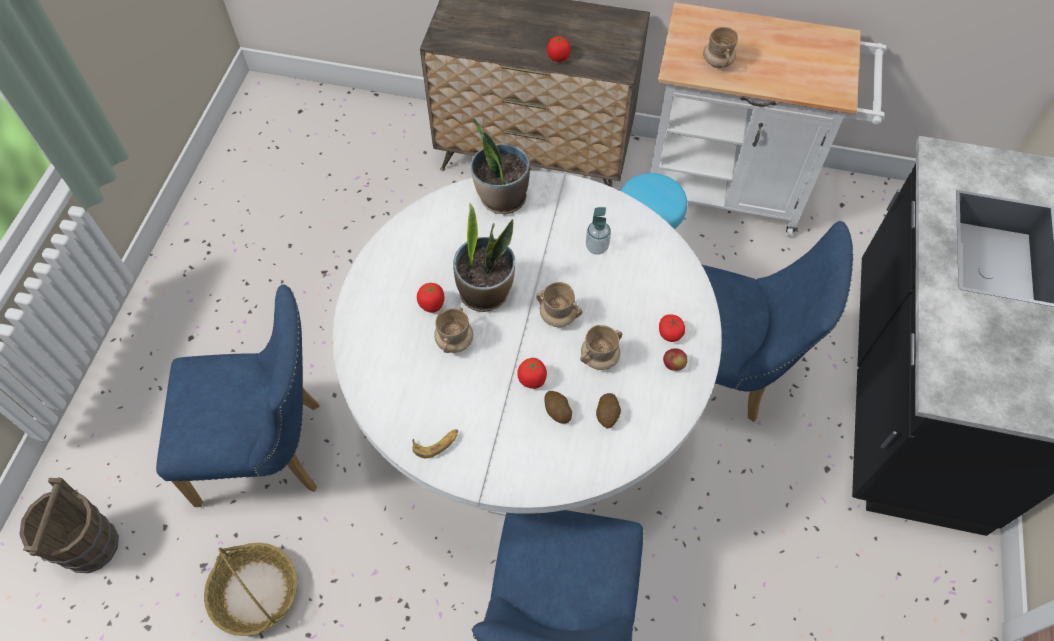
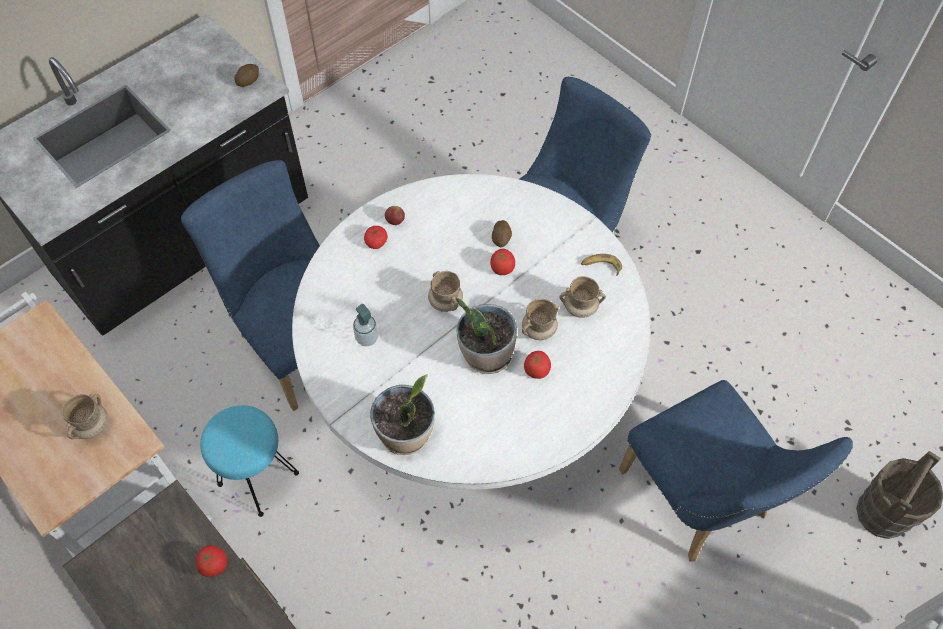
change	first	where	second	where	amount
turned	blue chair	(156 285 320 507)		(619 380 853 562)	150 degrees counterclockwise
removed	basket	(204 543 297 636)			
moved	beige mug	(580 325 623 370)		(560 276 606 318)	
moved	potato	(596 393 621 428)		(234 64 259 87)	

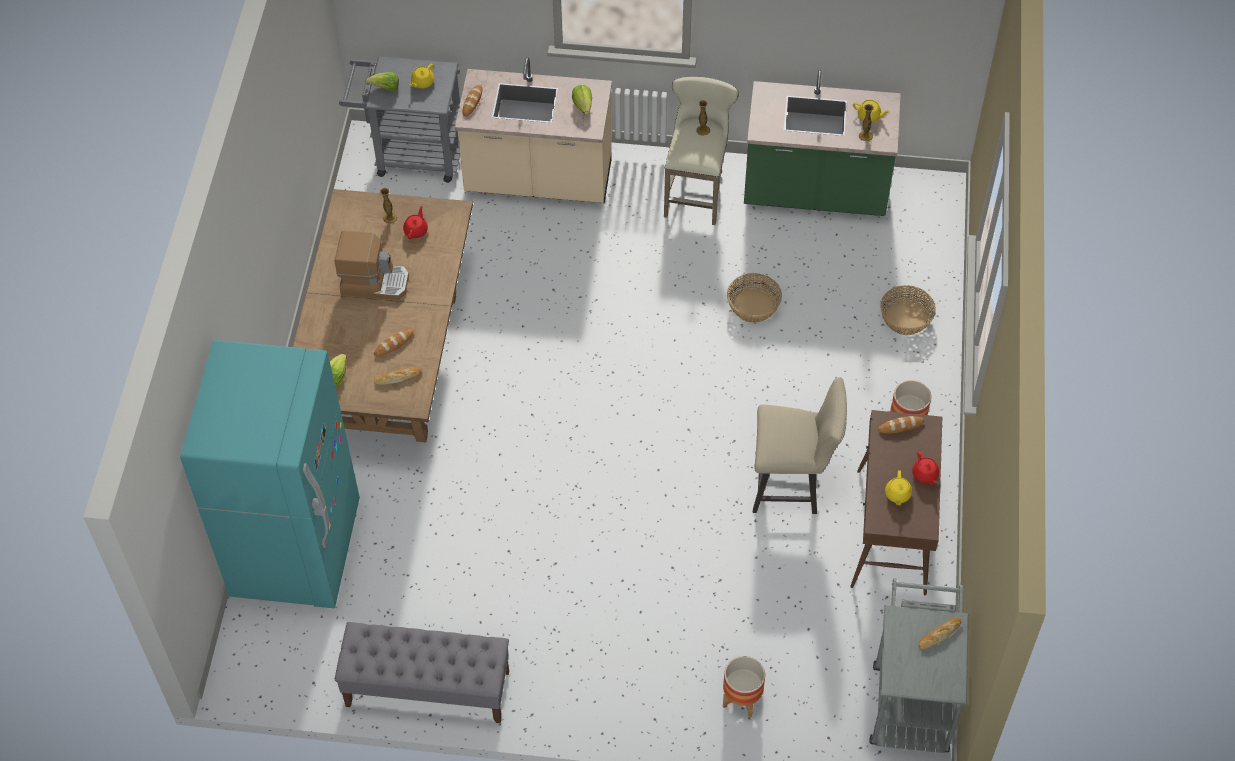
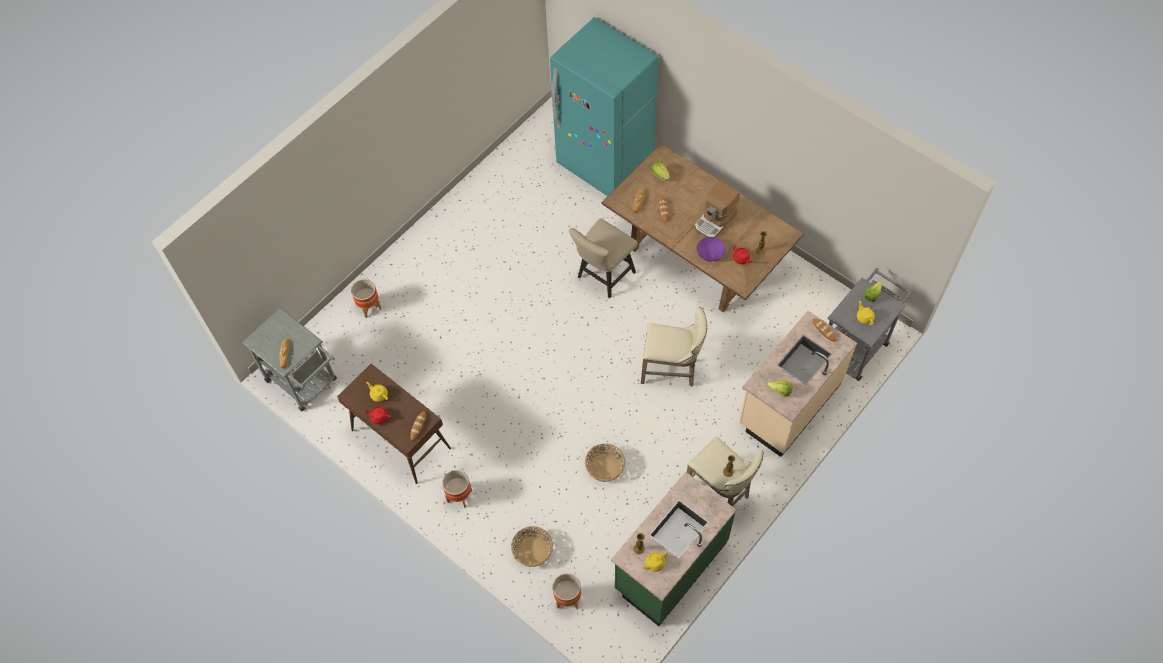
change	first	where	second	where	amount
removed	grey bench	(335 622 509 723)			
moved	beige chair	(753 377 847 514)		(569 219 637 298)	
added			planter	(553 573 581 609)	
added			beige stool	(641 307 707 387)	
added			purple bowl	(697 237 726 262)	

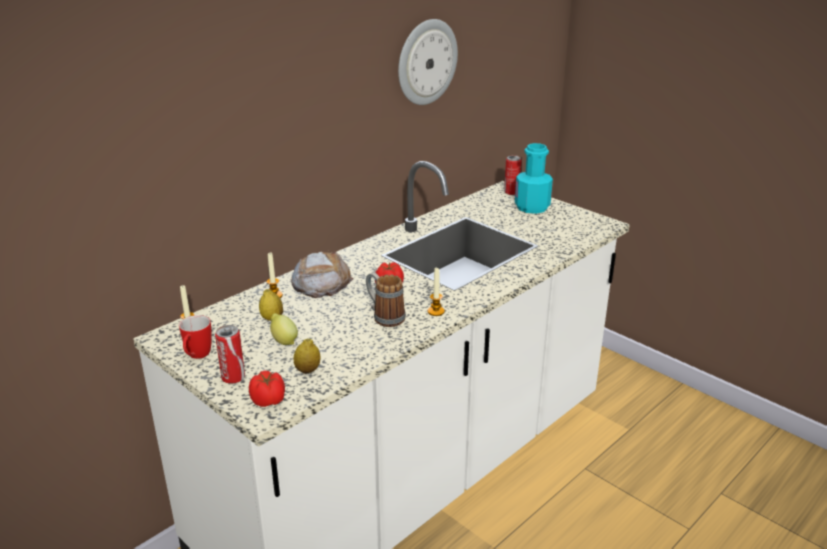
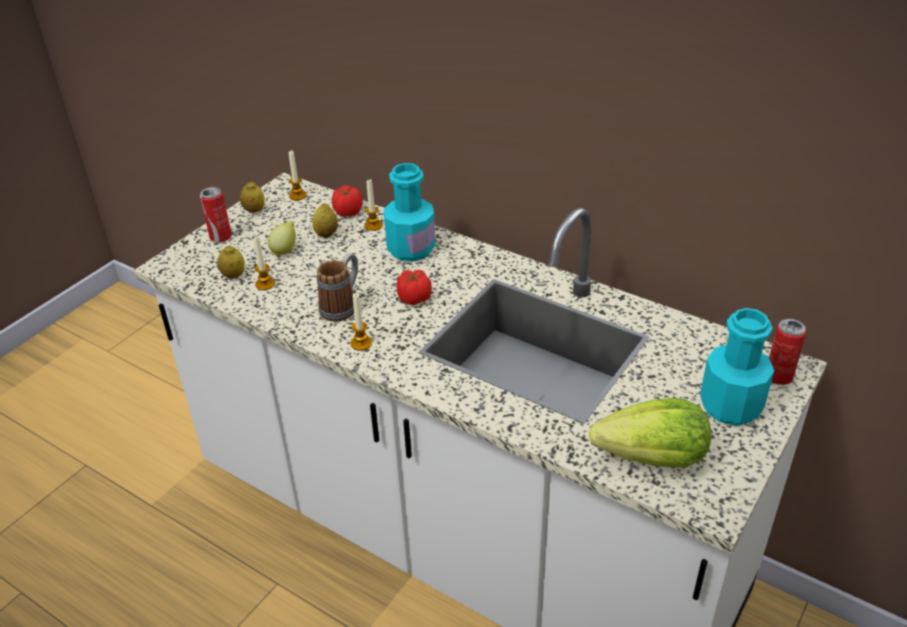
change	first	where	second	where	amount
replaced	mug	(179 315 212 359)	lemon	(240 182 265 213)	
moved	tomato	(249 371 285 407)		(332 185 363 217)	
replaced	bread	(291 250 353 298)	turquoise bottle	(383 163 436 261)	
removed	wall clock	(398 19 458 105)			
added			candle	(253 236 275 290)	
added			lettuce	(589 398 711 468)	

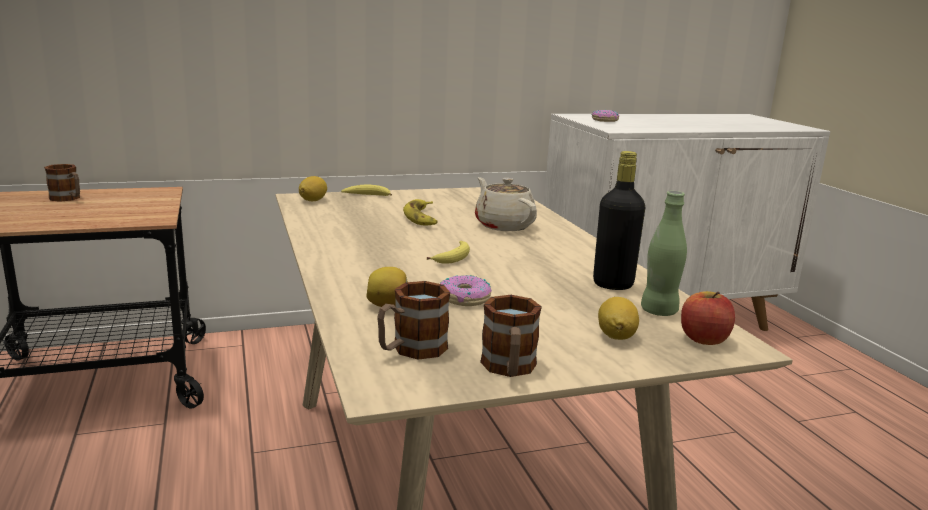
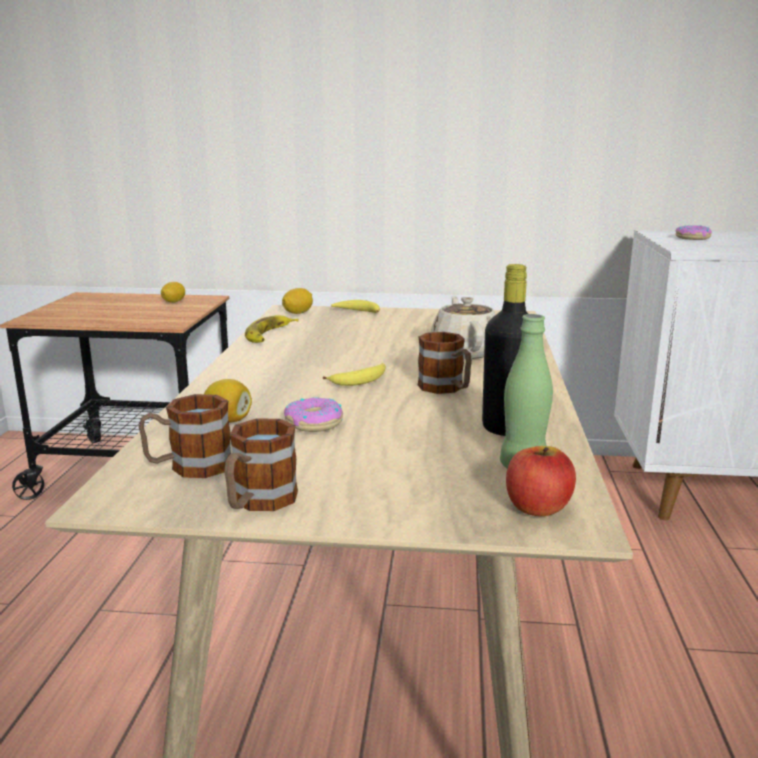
change	first	where	second	where	amount
moved	mug	(44 164 80 202)		(418 332 472 394)	
moved	banana	(403 199 438 225)		(245 315 299 343)	
moved	lemon	(598 297 639 340)		(161 282 185 303)	

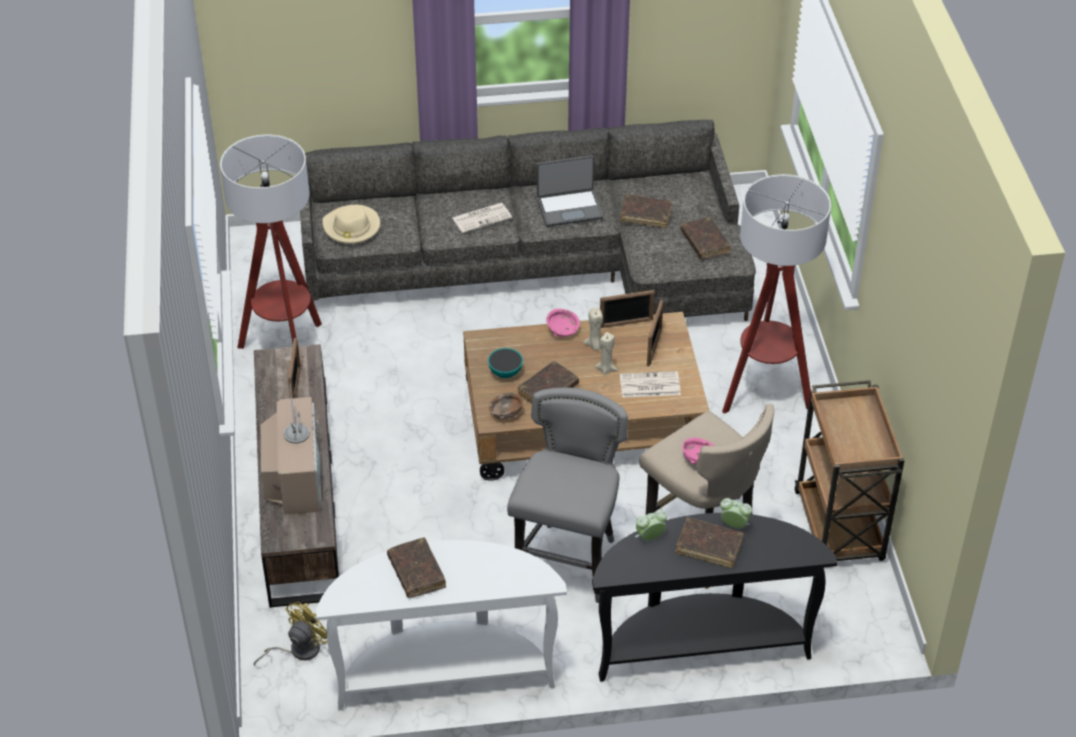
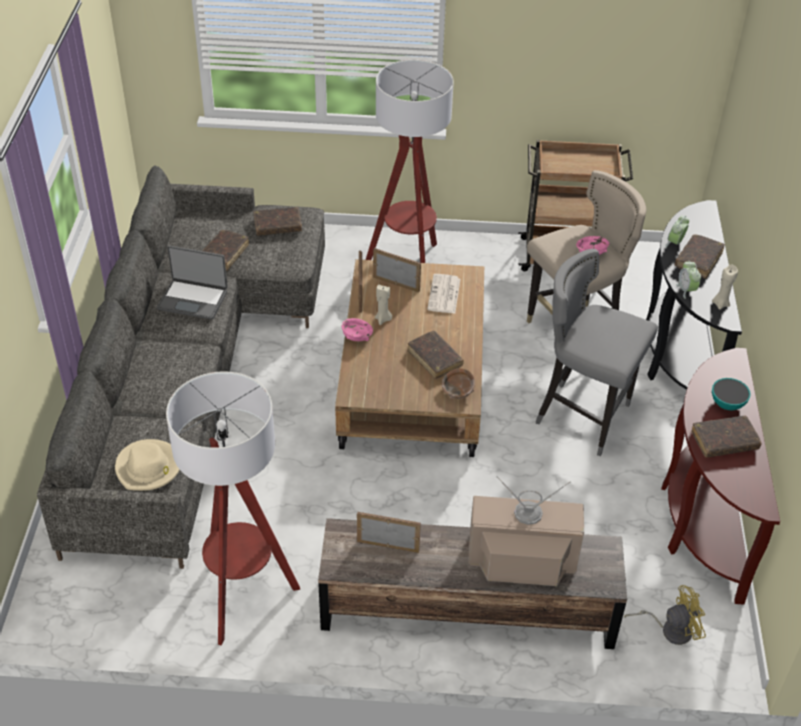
change	first	where	second	where	amount
turned	yellow fan	(254 602 327 666)		(624 585 706 645)	120 degrees clockwise
recoloured	white console table	(316 540 567 711)	brown console table	(661 348 780 605)	
removed	newspaper	(452 203 512 233)			
moved	bowl	(488 348 523 378)		(712 378 751 410)	
turned	laptop	(537 155 603 227)		(157 245 228 320)	105 degrees clockwise
moved	beige candle	(595 332 618 375)		(712 264 738 310)	

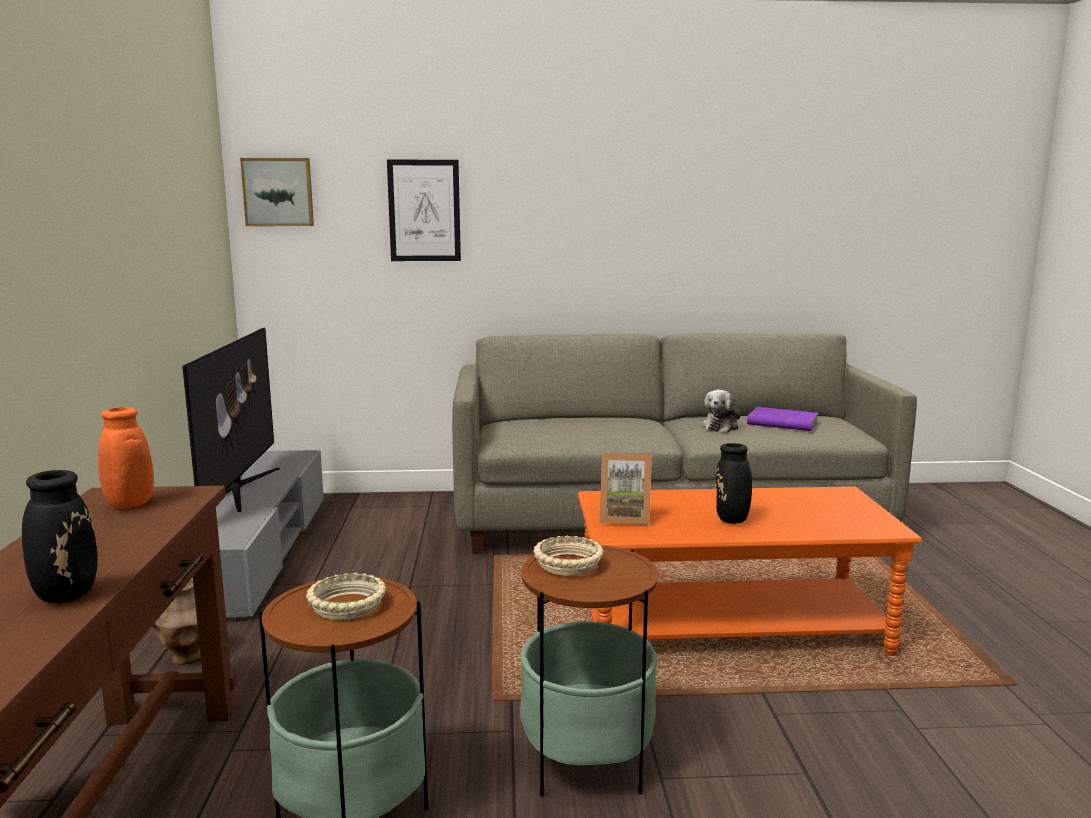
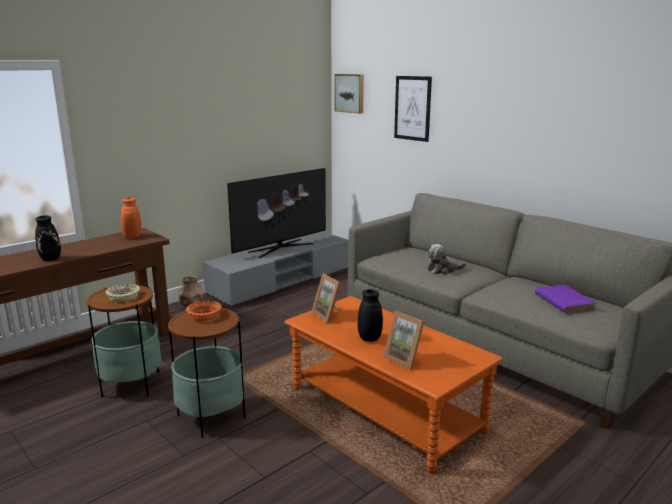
change	first	where	second	where	amount
recoloured	beige bowl	(533 536 604 575)	orange bowl	(186 301 222 321)	
moved	plush toy	(702 390 741 433)		(427 244 466 274)	
added			picture frame	(383 311 425 370)	

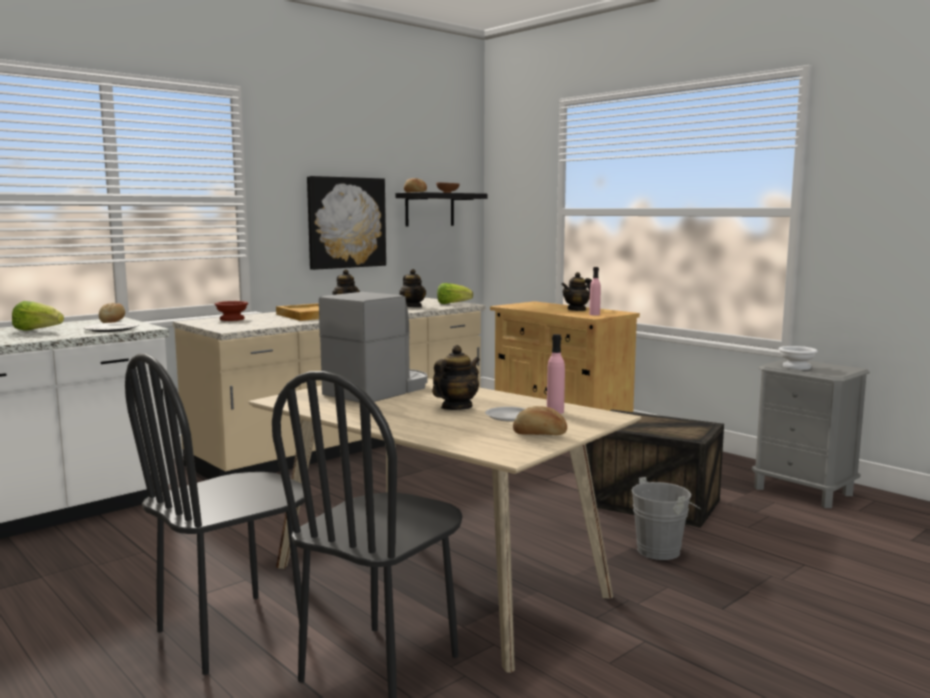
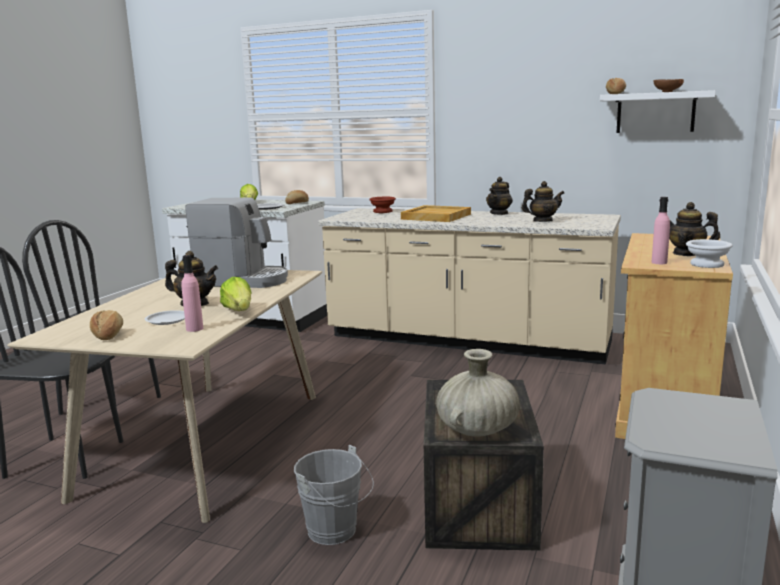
change	first	where	second	where	amount
removed	picture	(307 176 386 270)			
recoloured	black shelf	(396 192 487 227)	white shelf	(600 90 716 133)	
turned	teapot	(399 269 426 307)		(522 181 564 222)	135 degrees counterclockwise
moved	lettuce	(437 283 473 304)		(220 277 252 311)	
moved	white bowl	(779 346 818 370)		(686 239 733 268)	
added			beige vase	(436 349 520 437)	

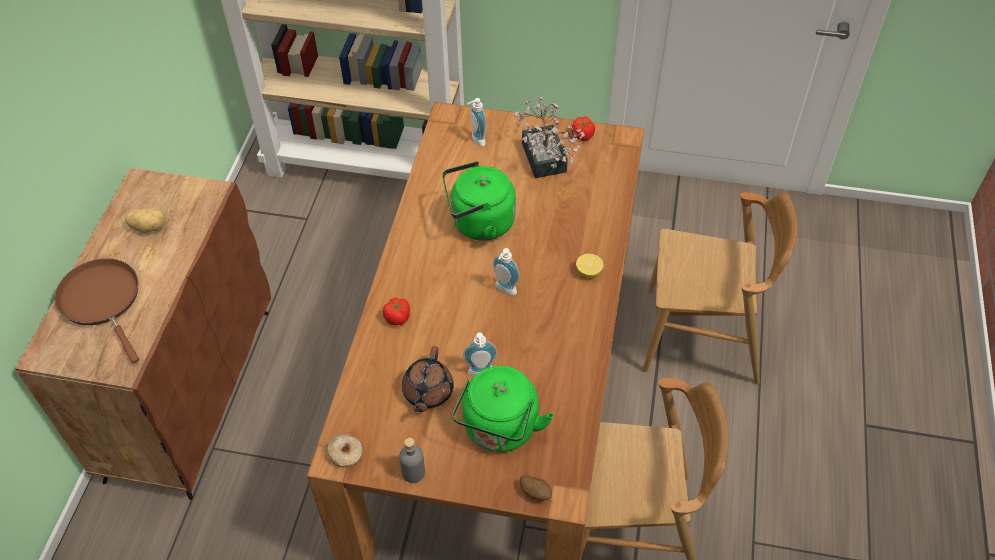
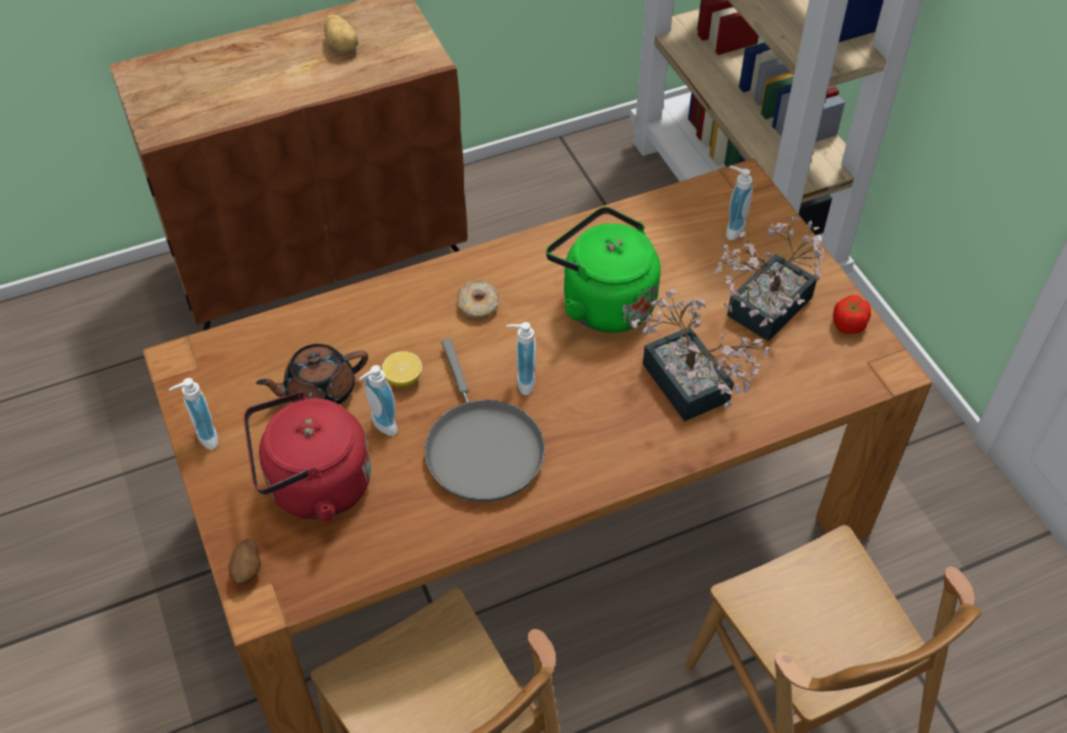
change	first	where	second	where	amount
removed	brown frying pan	(55 258 139 363)			
moved	donut	(326 434 363 468)		(457 280 499 320)	
removed	tomato	(383 298 410 325)			
replaced	grey bottle	(399 438 425 483)	soap dispenser	(169 378 218 450)	
recoloured	green kettle	(452 366 554 452)	red kettle	(244 391 371 521)	
moved	lemon	(576 254 603 278)		(382 351 422 387)	
added			grey frying pan	(424 338 545 502)	
added			potted plant	(631 289 770 422)	

